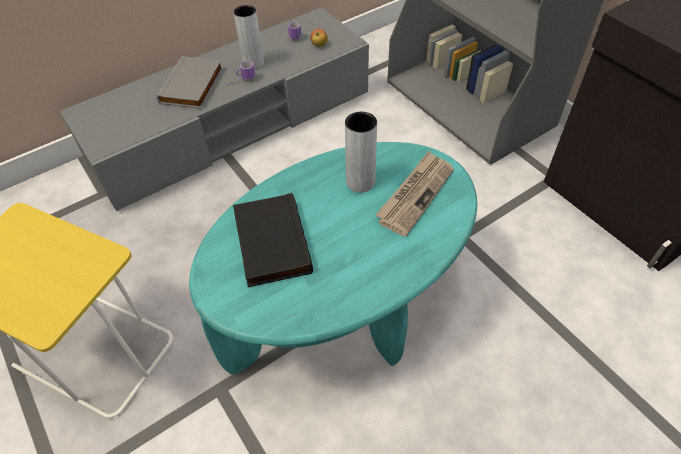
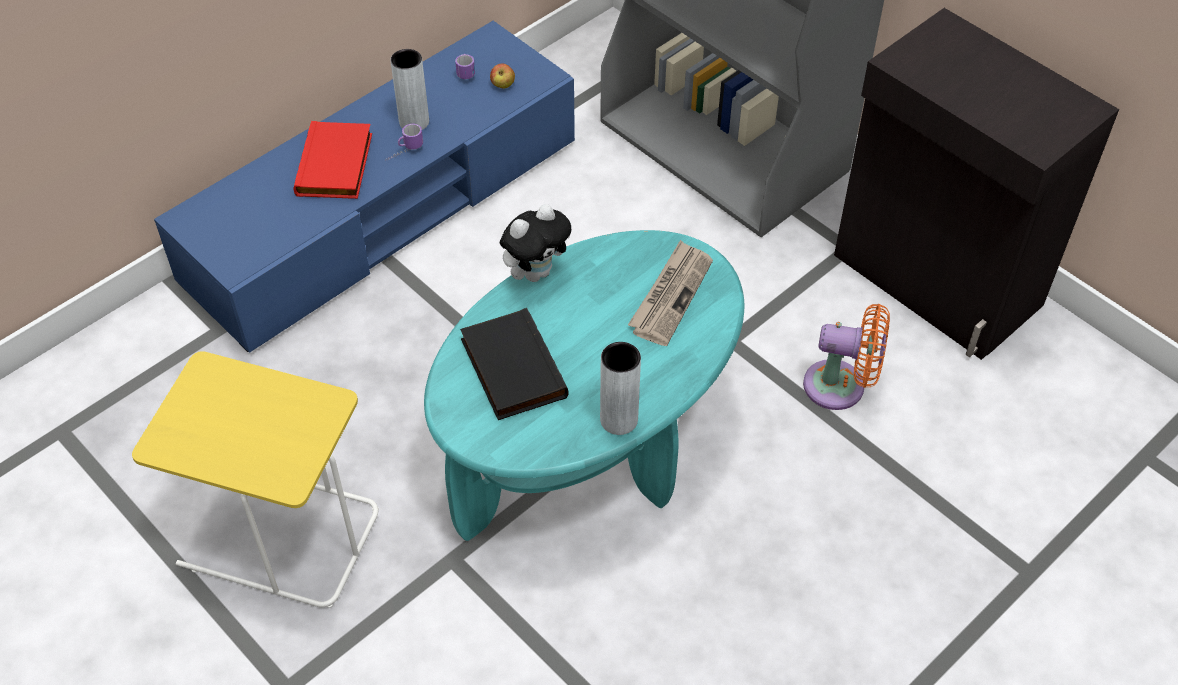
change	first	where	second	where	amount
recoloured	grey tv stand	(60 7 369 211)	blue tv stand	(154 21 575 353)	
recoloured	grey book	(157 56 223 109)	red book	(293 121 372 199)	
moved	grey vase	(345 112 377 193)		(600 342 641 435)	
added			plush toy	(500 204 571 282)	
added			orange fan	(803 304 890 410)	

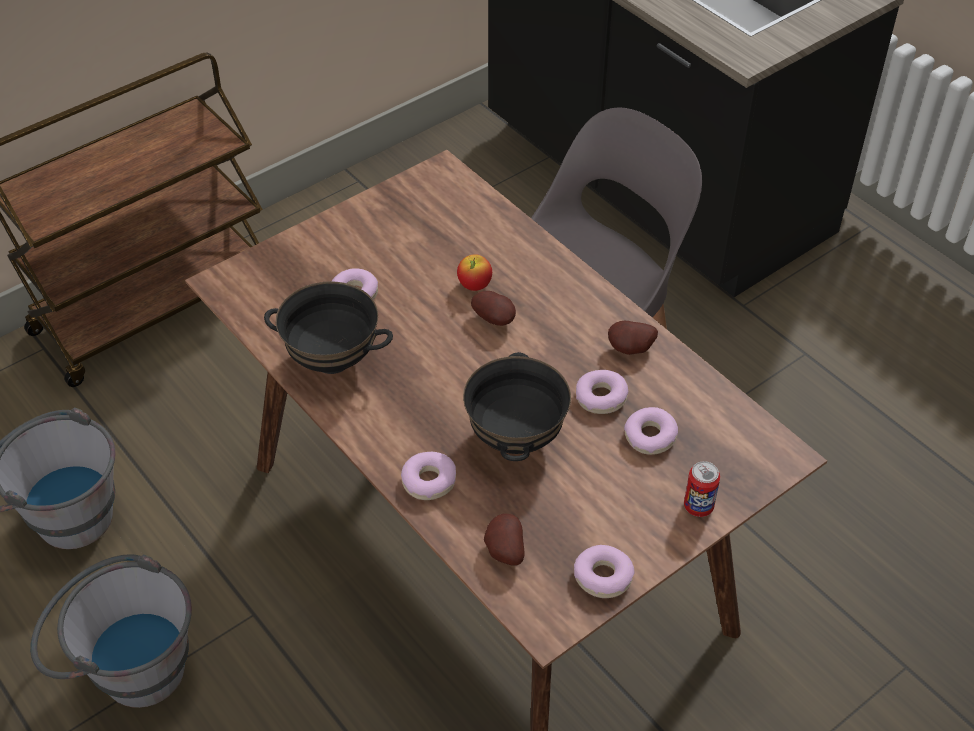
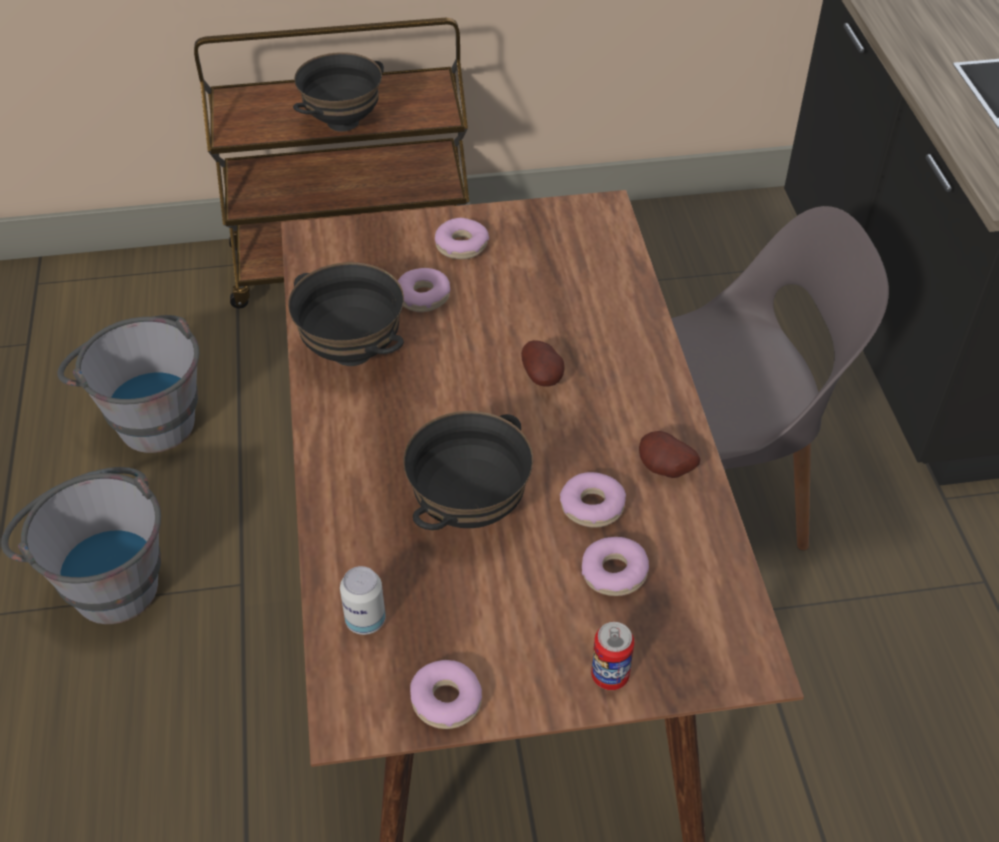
change	first	where	second	where	amount
moved	donut	(401 452 456 500)		(435 218 489 259)	
removed	apple	(457 254 492 291)			
replaced	potato	(484 513 524 566)	can	(340 566 386 635)	
added			black bowl	(293 52 384 132)	

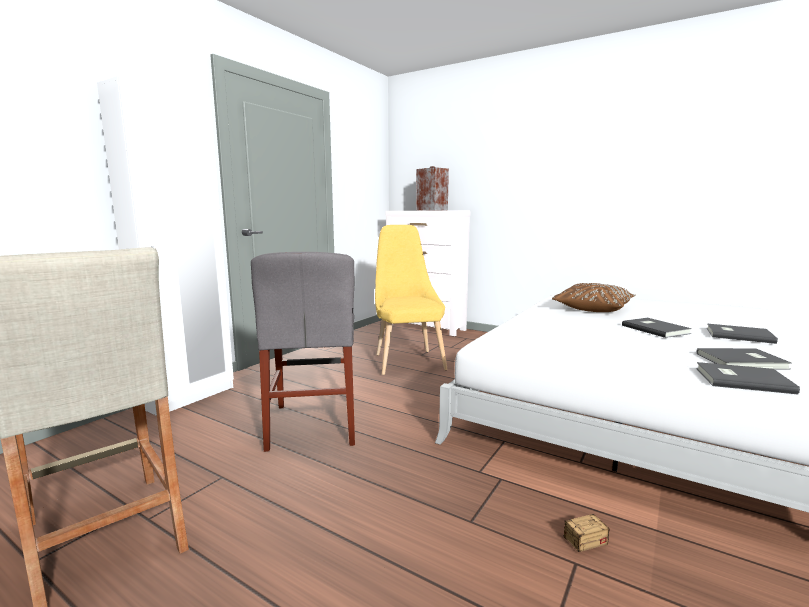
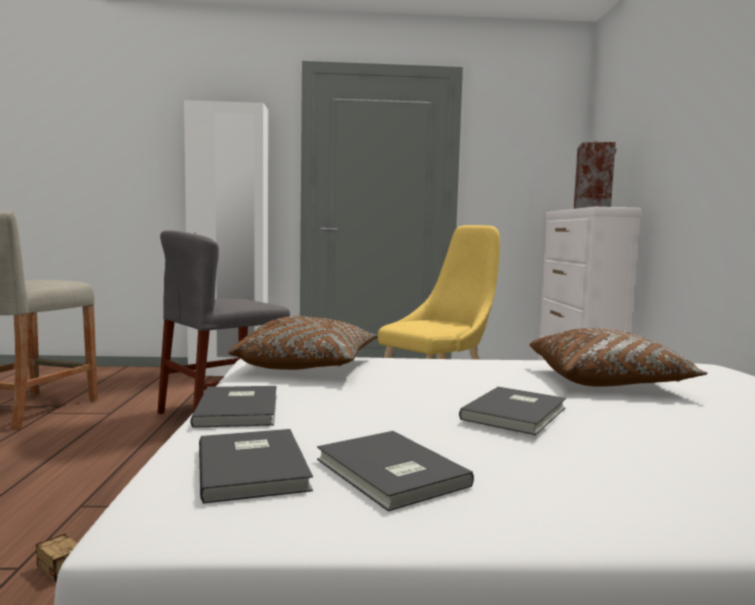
change	first	where	second	where	amount
moved	grey book	(707 324 778 344)		(190 386 277 428)	
added			brown pillow	(228 316 378 370)	

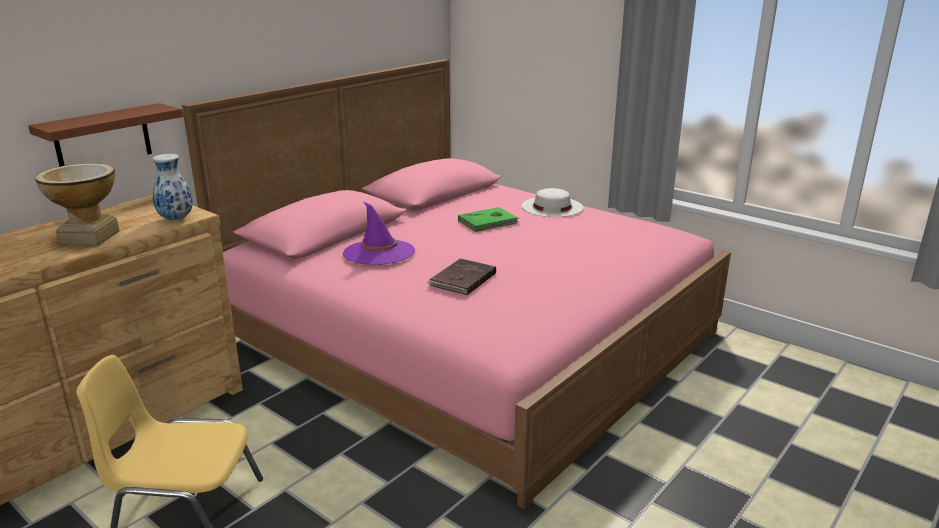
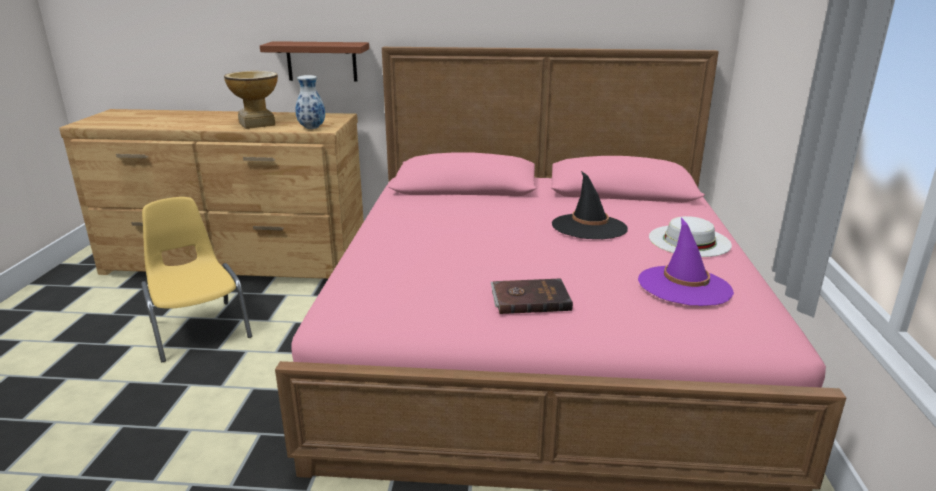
change	first	where	second	where	amount
moved	purple hat	(343 201 415 265)		(638 218 734 306)	
moved	brown book	(427 258 496 295)		(491 278 573 314)	
replaced	green book	(458 207 520 232)	black hat	(552 171 628 239)	

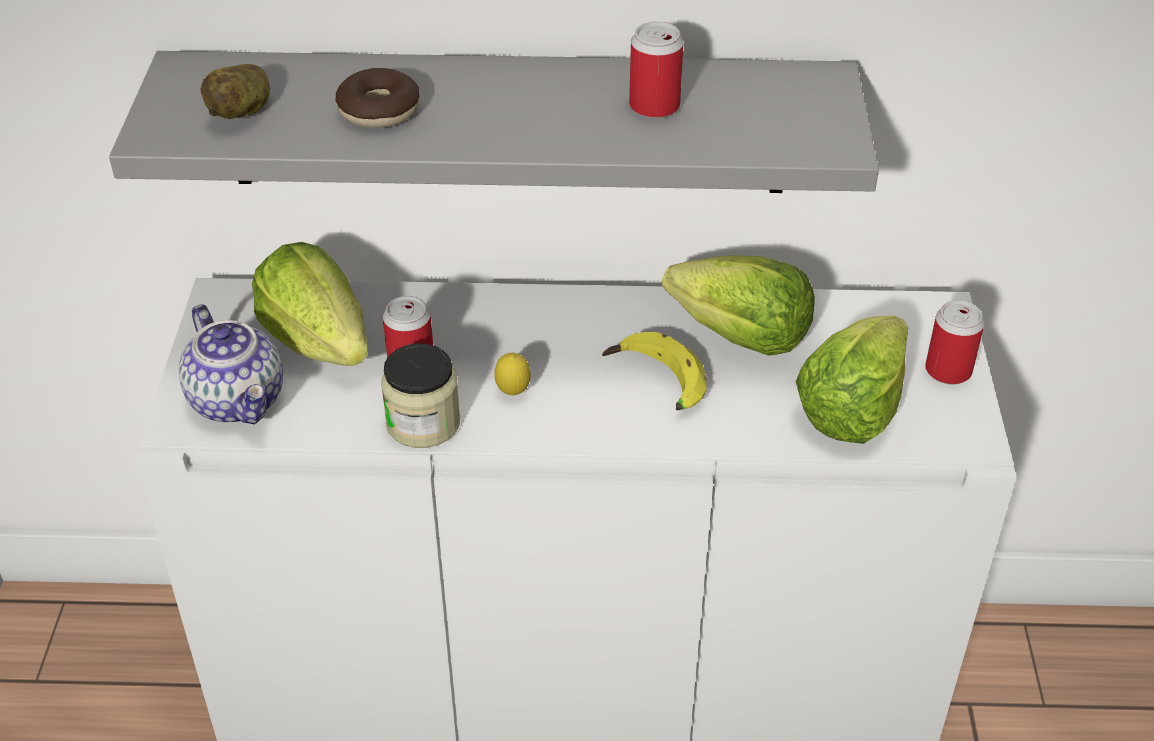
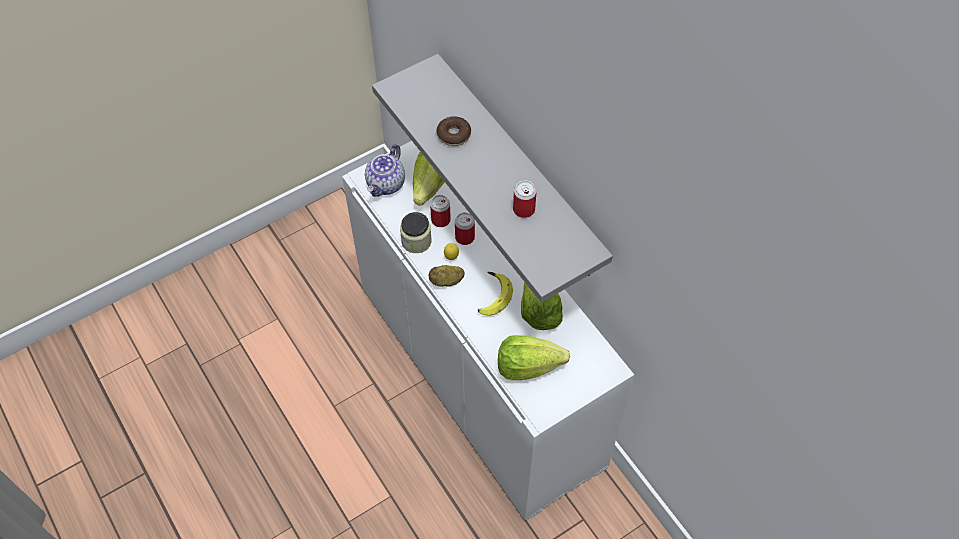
change	first	where	second	where	amount
moved	potato	(201 64 270 119)		(429 265 465 287)	
moved	can	(925 300 984 385)		(455 212 475 245)	

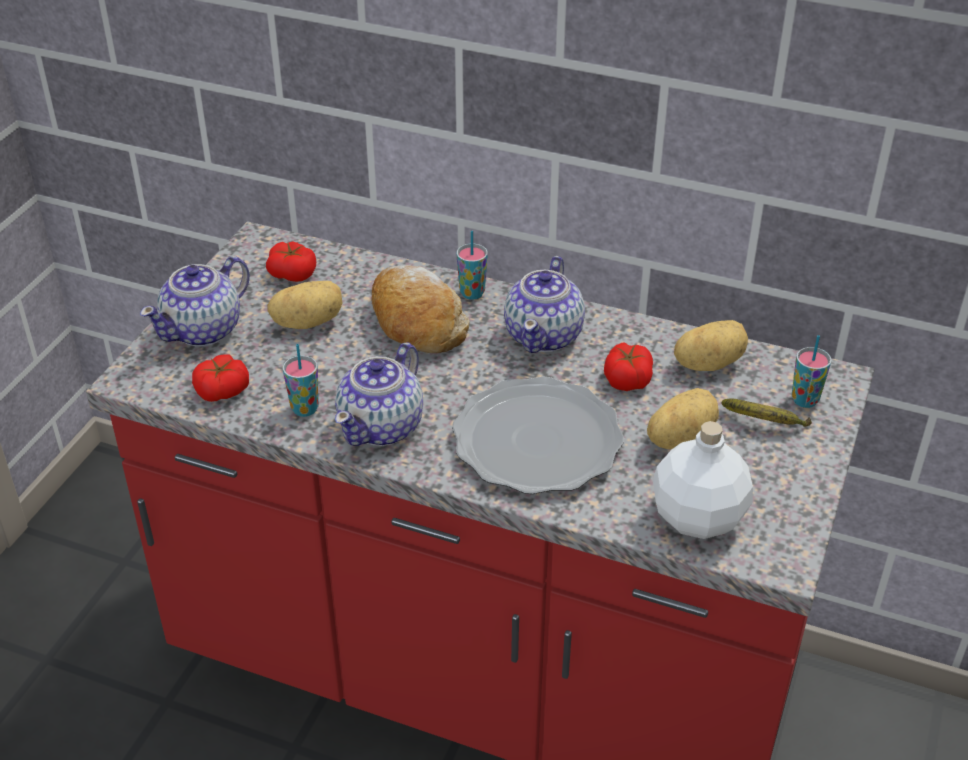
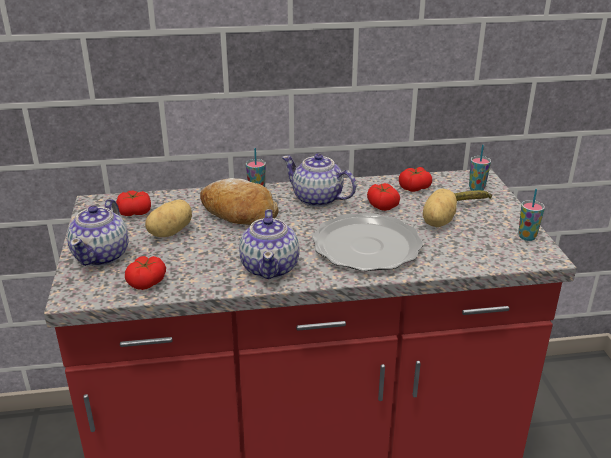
change	first	where	second	where	amount
moved	cup	(283 344 319 417)		(518 189 545 241)	
turned	teapot	(504 256 585 353)		(282 153 356 207)	135 degrees clockwise
removed	white bottle	(653 421 753 539)			
replaced	potato	(674 320 748 371)	tomato	(399 167 432 192)	

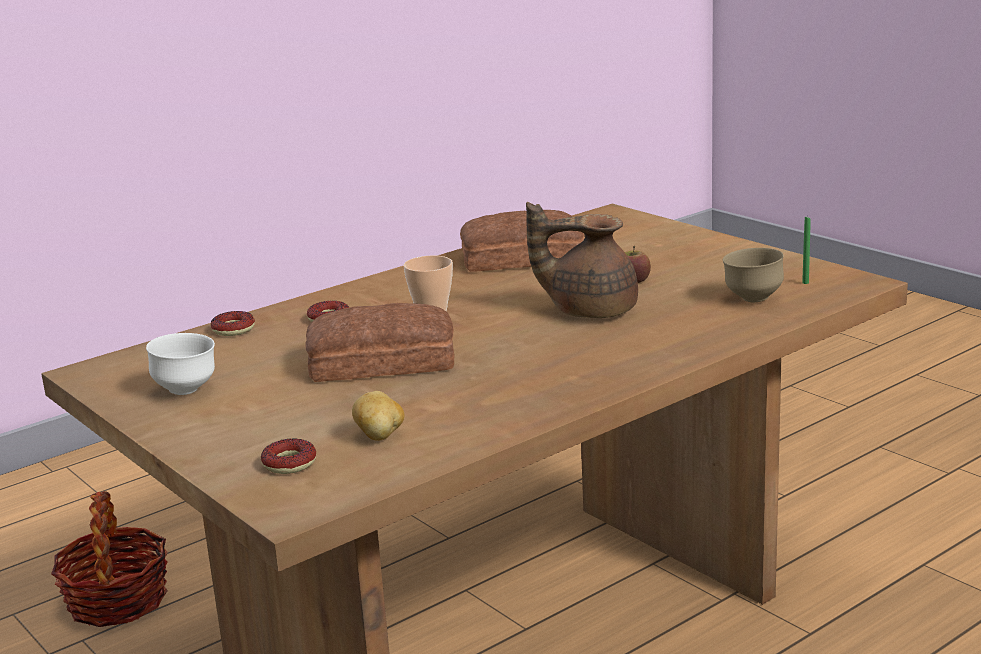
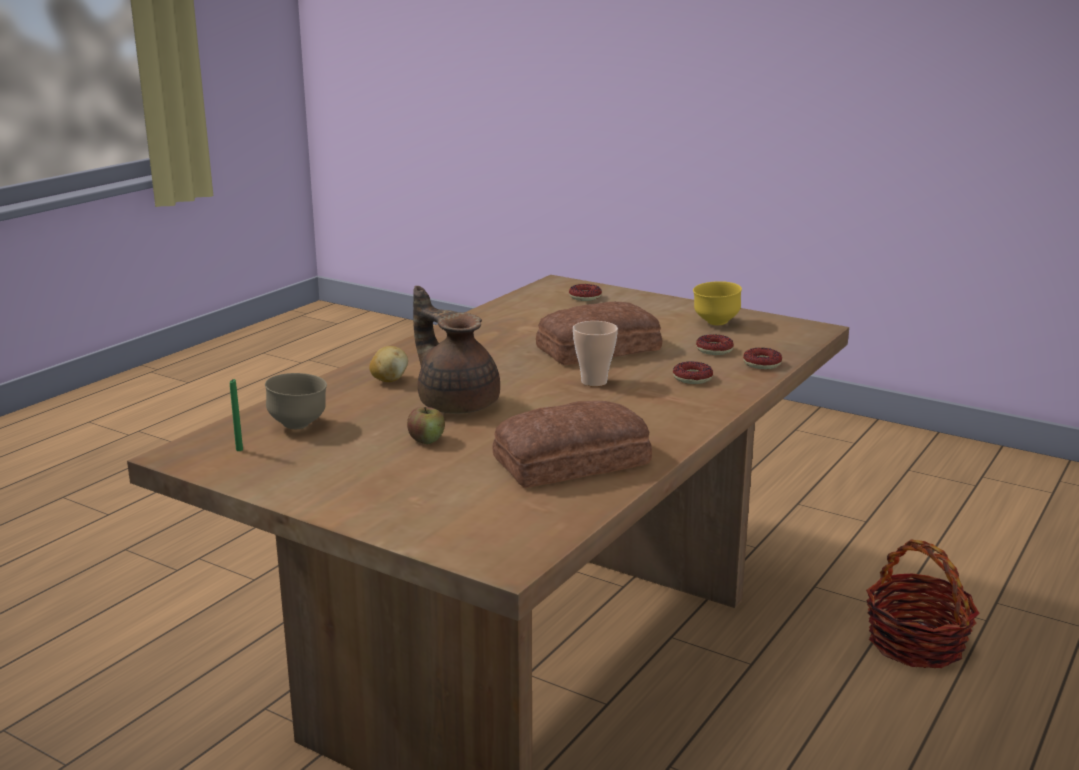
change	first	where	second	where	amount
recoloured	white bowl	(146 333 215 395)	yellow bowl	(693 281 742 325)	
moved	potato	(352 391 404 441)		(369 346 408 382)	
turned	brown teapot	(526 202 638 318)		(413 286 500 414)	120 degrees counterclockwise
added			donut	(696 334 734 355)	

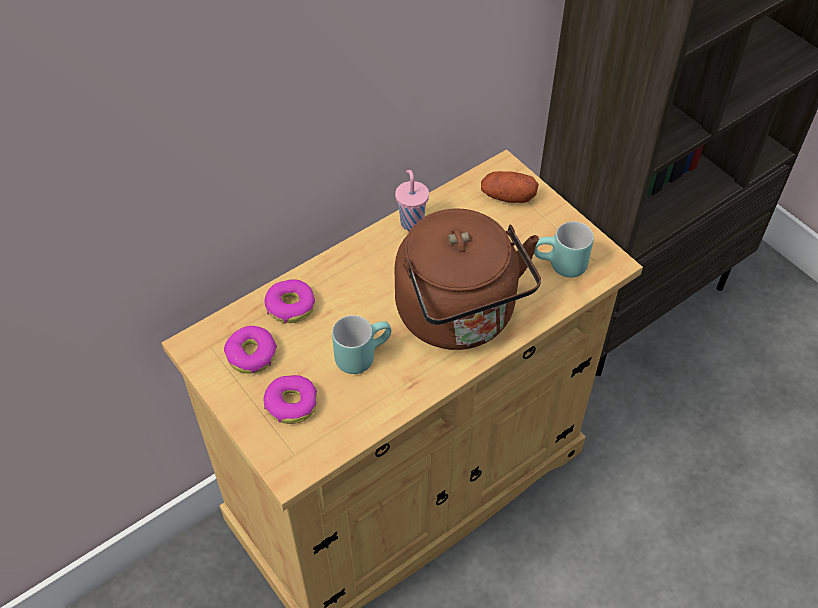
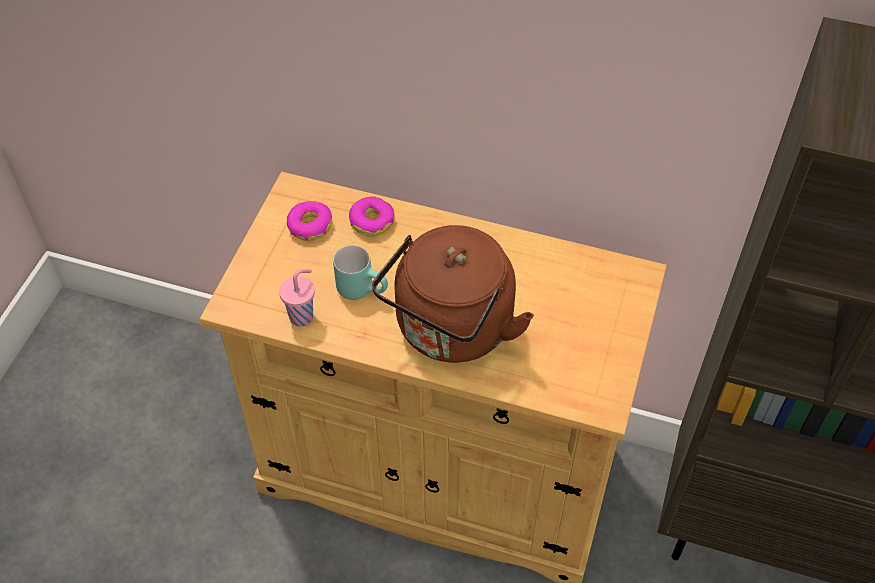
change	first	where	second	where	amount
removed	donut	(263 375 317 424)			
moved	pink cup	(395 170 429 231)		(279 269 315 327)	
removed	potato	(481 171 539 203)			
removed	turquoise mug	(534 222 594 278)			

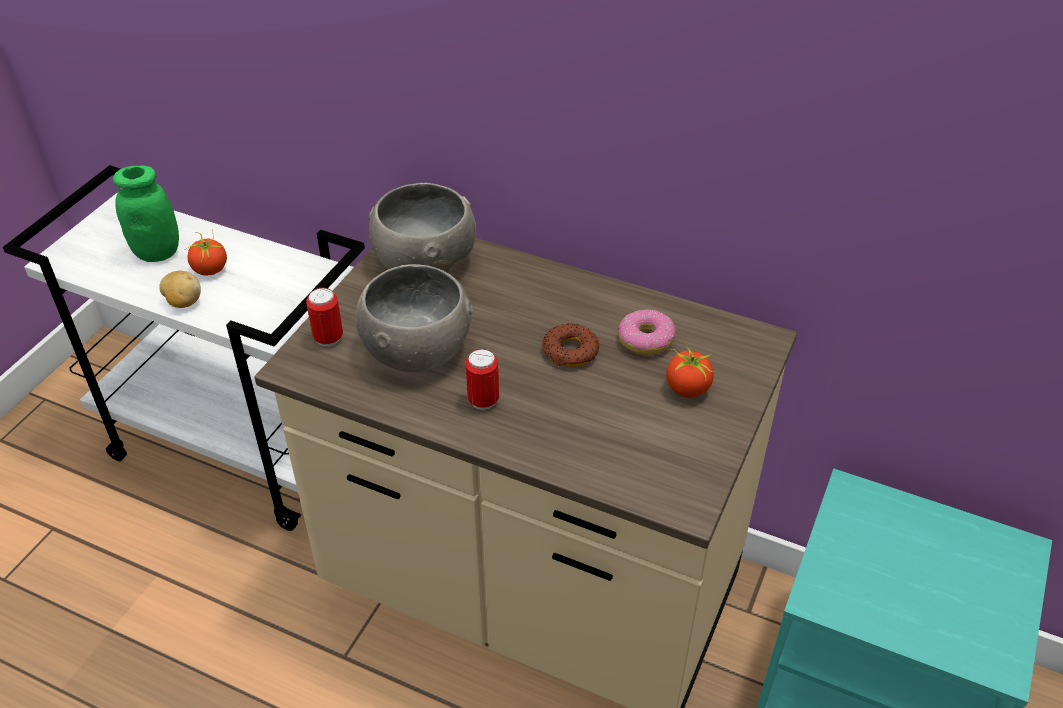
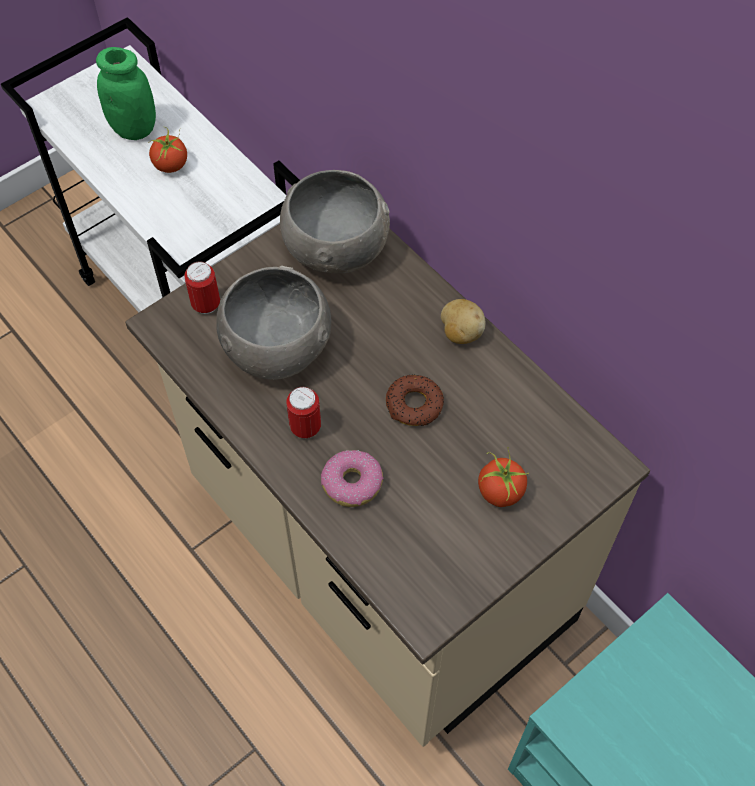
change	first	where	second	where	amount
moved	potato	(159 271 201 308)		(441 299 486 344)	
moved	donut	(618 309 675 355)		(321 450 384 507)	

